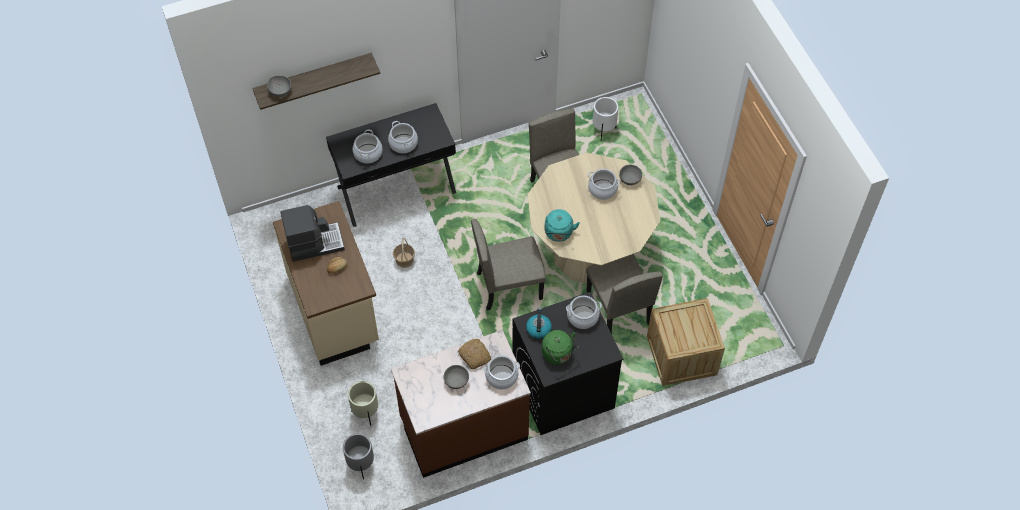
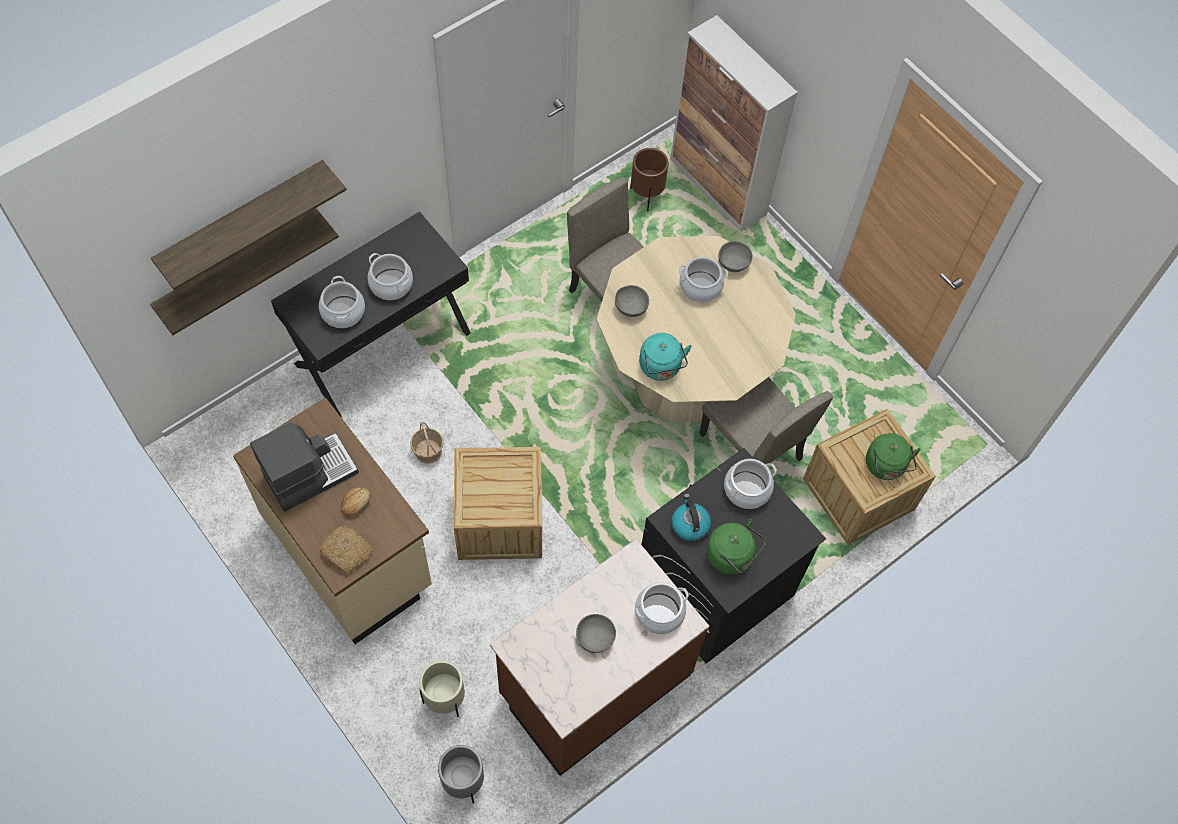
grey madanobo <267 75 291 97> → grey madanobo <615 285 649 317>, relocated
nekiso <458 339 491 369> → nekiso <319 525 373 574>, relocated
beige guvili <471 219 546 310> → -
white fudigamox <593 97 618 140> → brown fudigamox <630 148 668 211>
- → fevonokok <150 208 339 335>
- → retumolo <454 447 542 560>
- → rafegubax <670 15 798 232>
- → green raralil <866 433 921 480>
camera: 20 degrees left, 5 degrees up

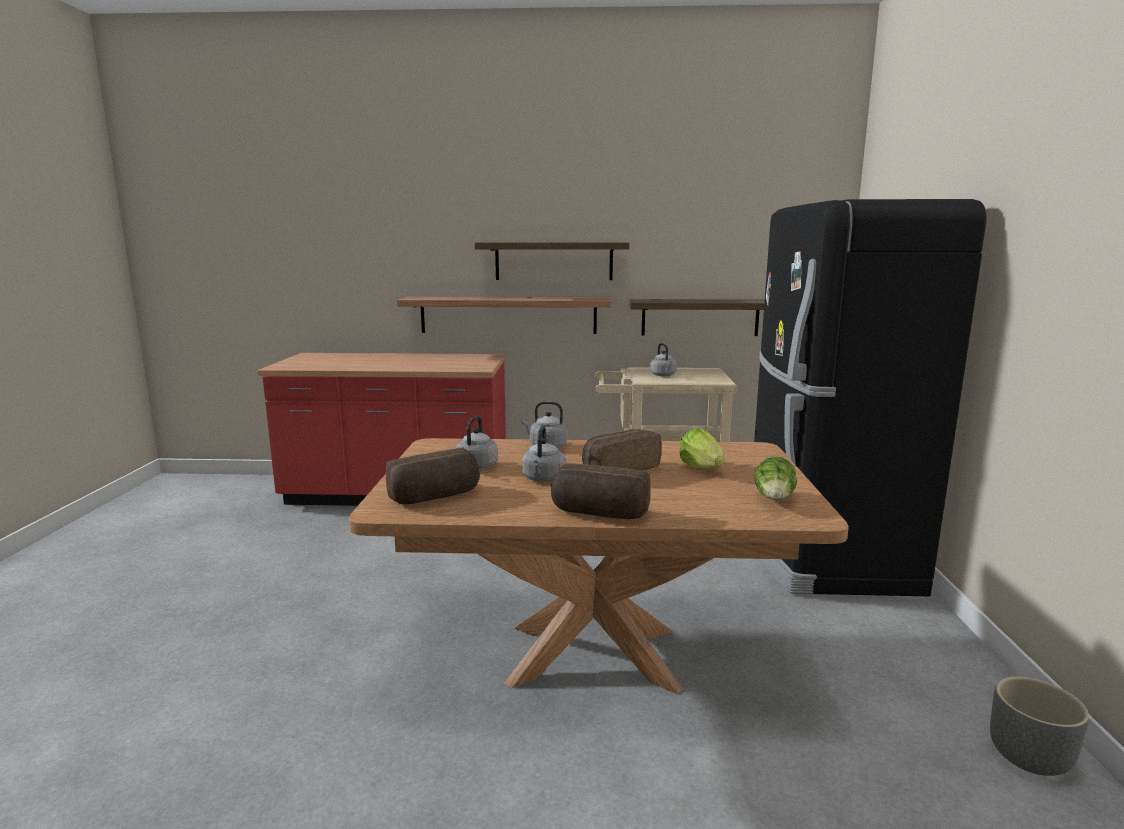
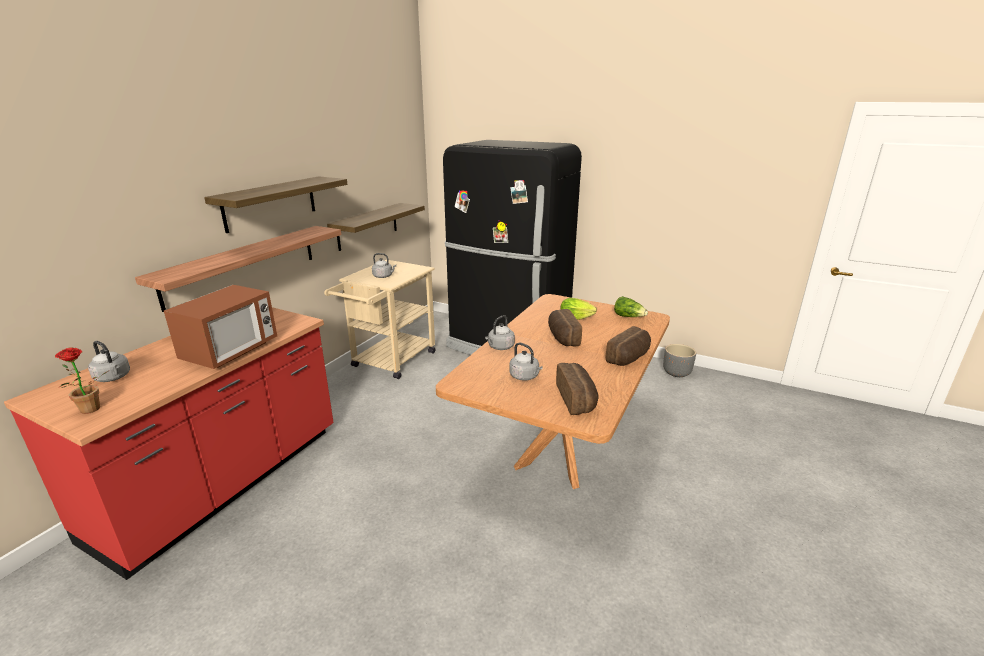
grey raralil <523 425 565 482> → grey raralil <88 341 130 382>, relocated
- → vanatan <55 347 108 414>
- → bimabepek <164 285 277 369>
camera: 65 degrees left, 10 degrees up

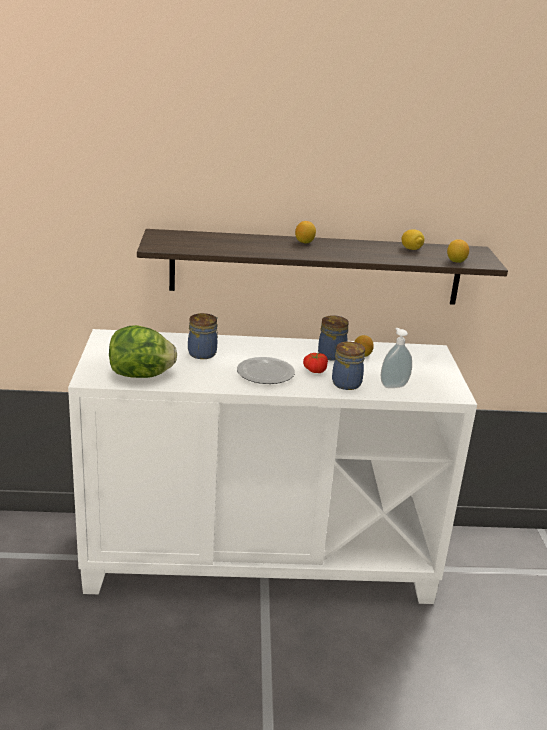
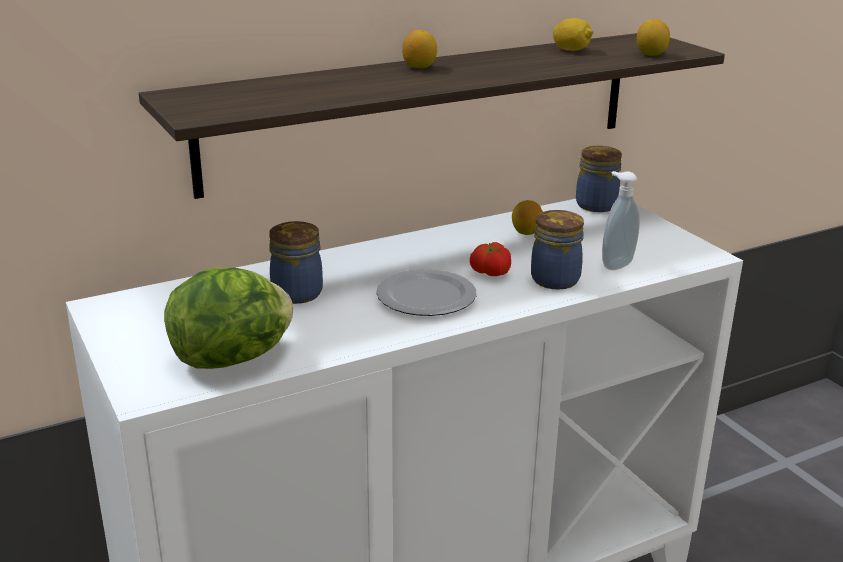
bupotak <318 315 349 361> → bupotak <576 146 622 212>, relocated
camera: 25 degrees left, 0 degrees up

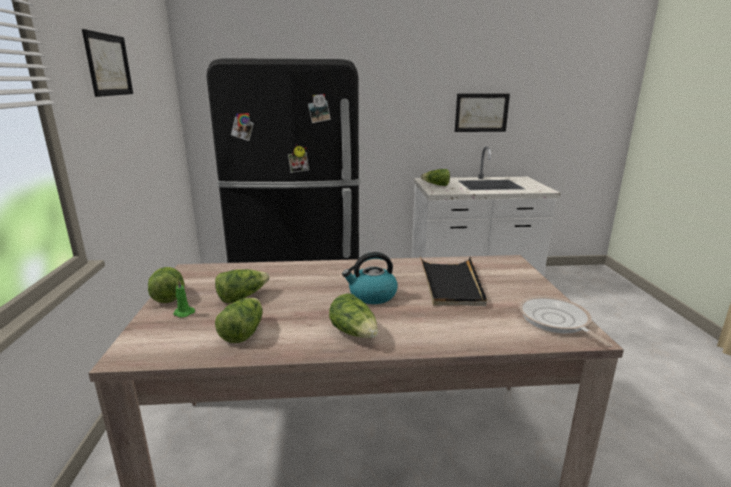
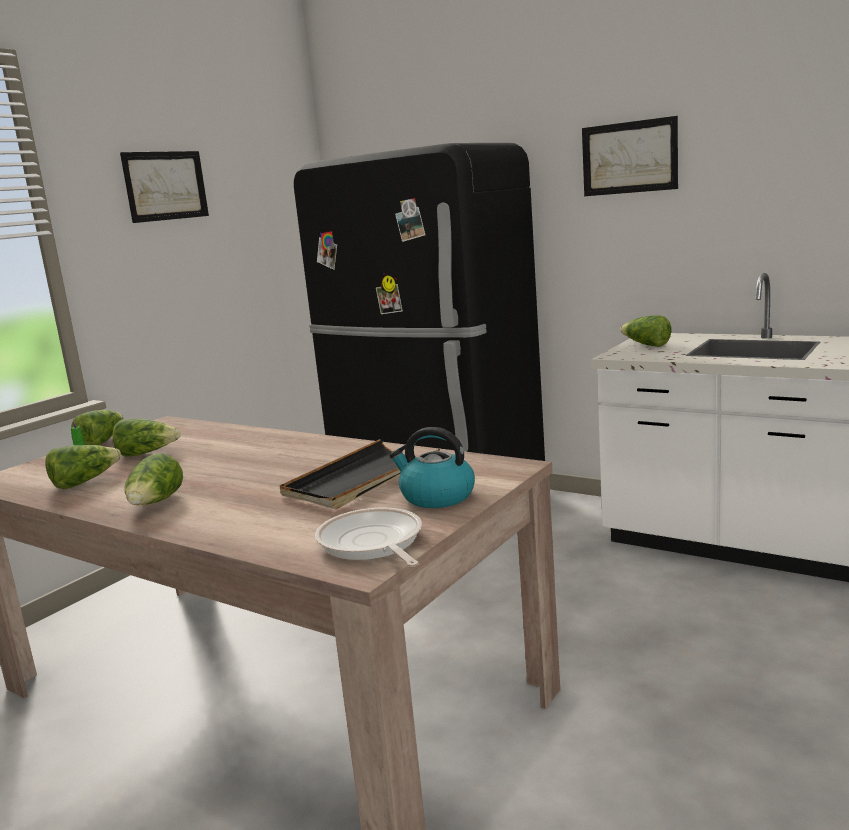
raralil <342 252 398 304> → raralil <389 427 475 508>, relocated
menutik <455 94 510 132> → menutik <582 116 678 196>, relocated
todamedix <519 296 613 347> → todamedix <315 508 422 567>, 45 degrees counterclockwise
camera: 40 degrees right, 5 degrees down

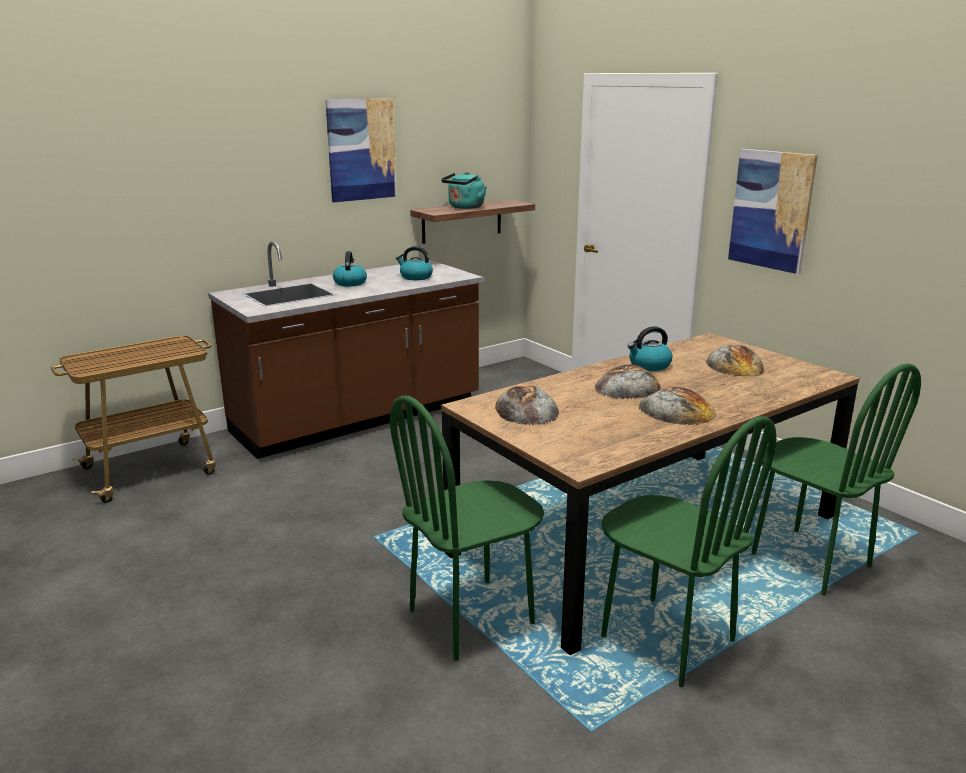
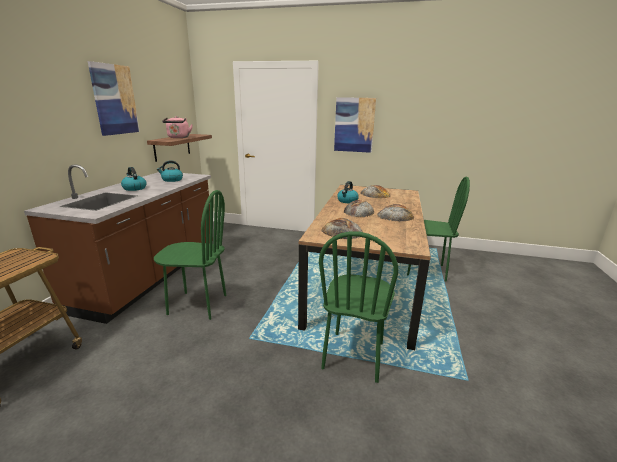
turquoise raralil <441 172 486 209> → pink raralil <162 116 193 138>
green guvili <601 416 777 687> → green guvili <154 190 226 320>, relocated
camera: 40 degrees left, 0 degrees up

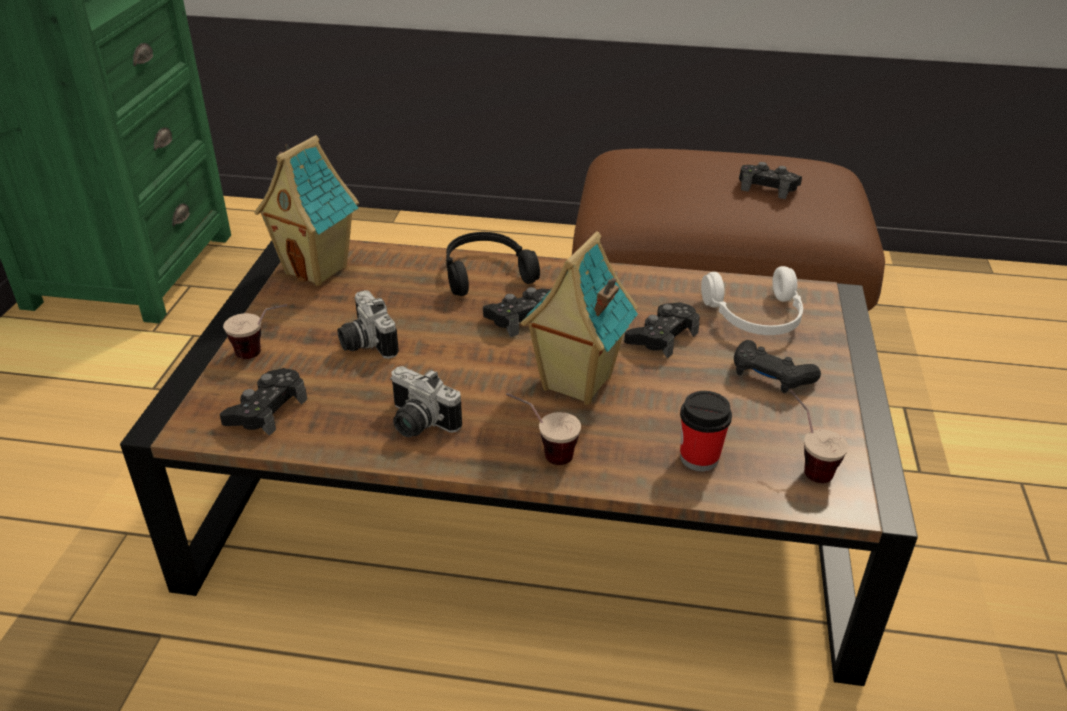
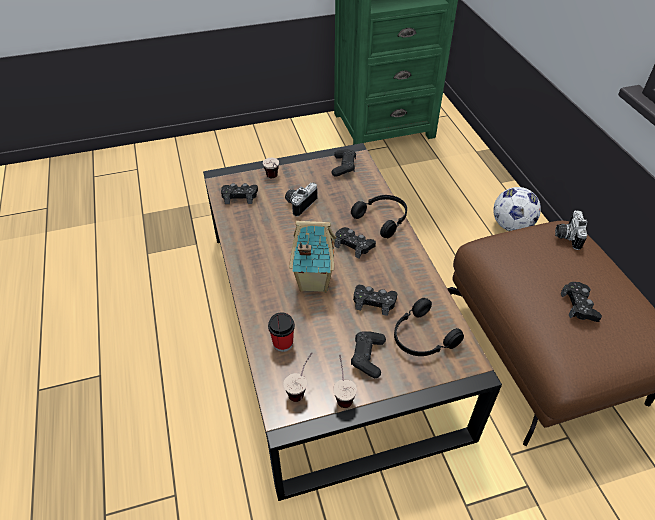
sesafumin <254 135 359 286> → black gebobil <332 149 356 177>
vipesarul <390 366 462 437> → vipesarul <555 210 587 250>, relocated
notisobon <506 393 581 465> → notisobon <333 354 357 408>, relocated
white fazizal <701 266 803 335> → black fazizal <394 298 464 356>
- → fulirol <493 187 541 231>
camera: 65 degrees right, 10 degrees up

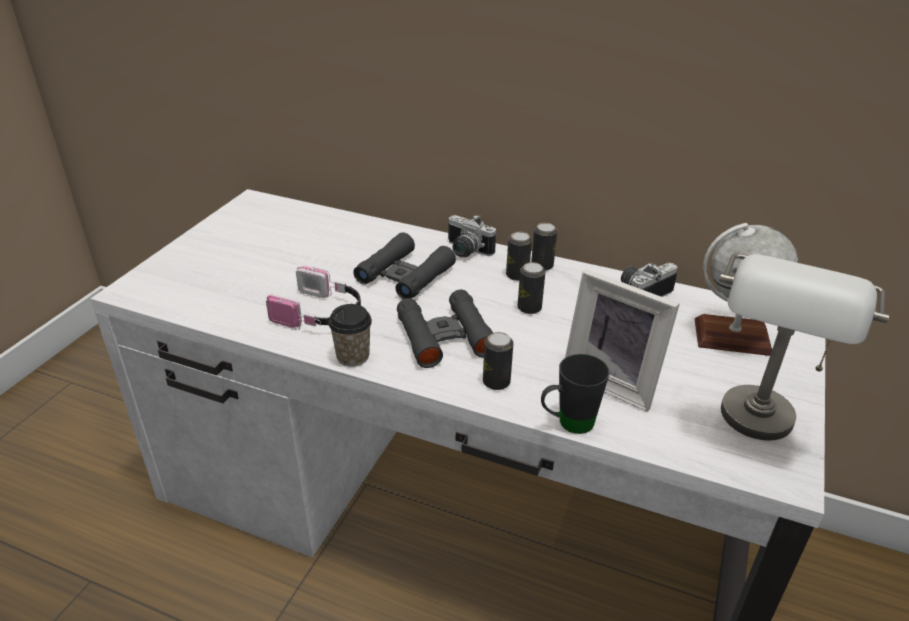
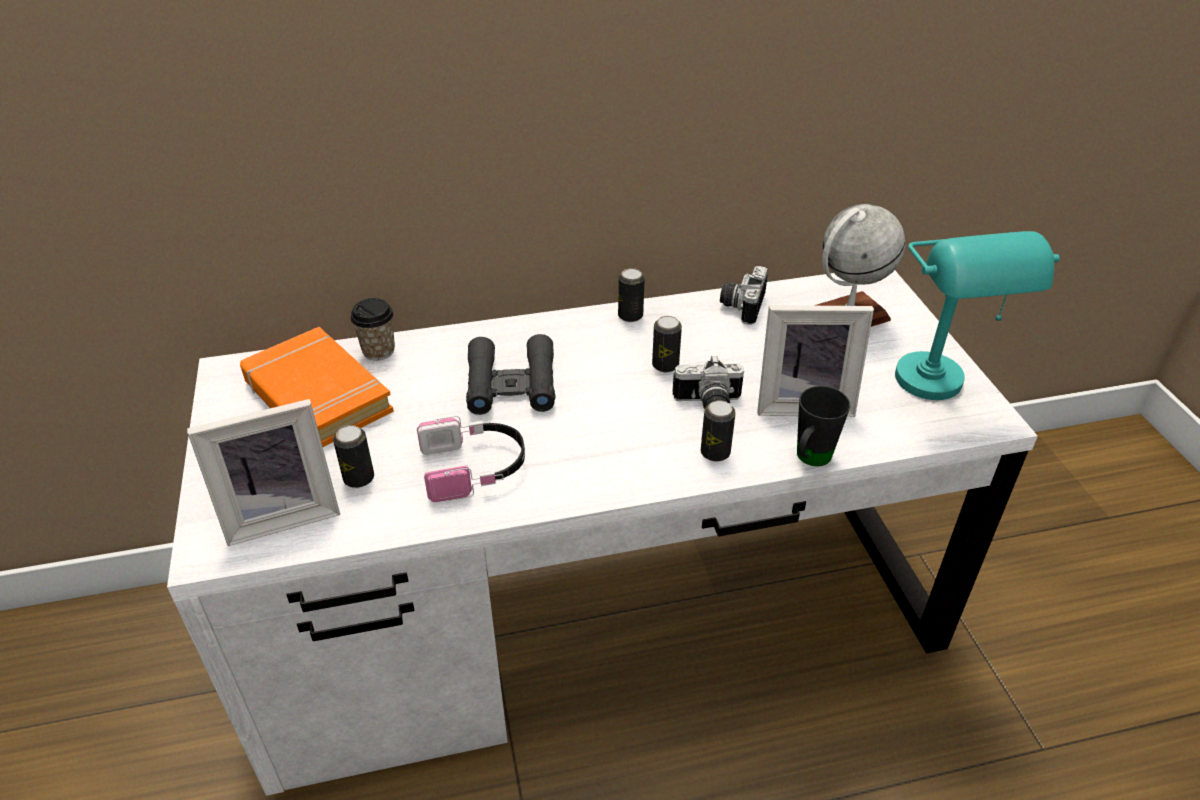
notisobon <328 304 372 367> → notisobon <350 298 395 360>, relocated
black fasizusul <397 290 493 368> → -
vipesarul <448 214 496 257> → vipesarul <672 356 744 409>, relocated
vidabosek <506 232 532 281> → vidabosek <333 425 374 488>, relocated
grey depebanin <719 253 889 441> → turquoise depebanin <895 231 1060 400>
- → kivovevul <187 399 340 546>
- → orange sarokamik <240 327 394 447>
camera: 35 degrees left, 5 degrees up

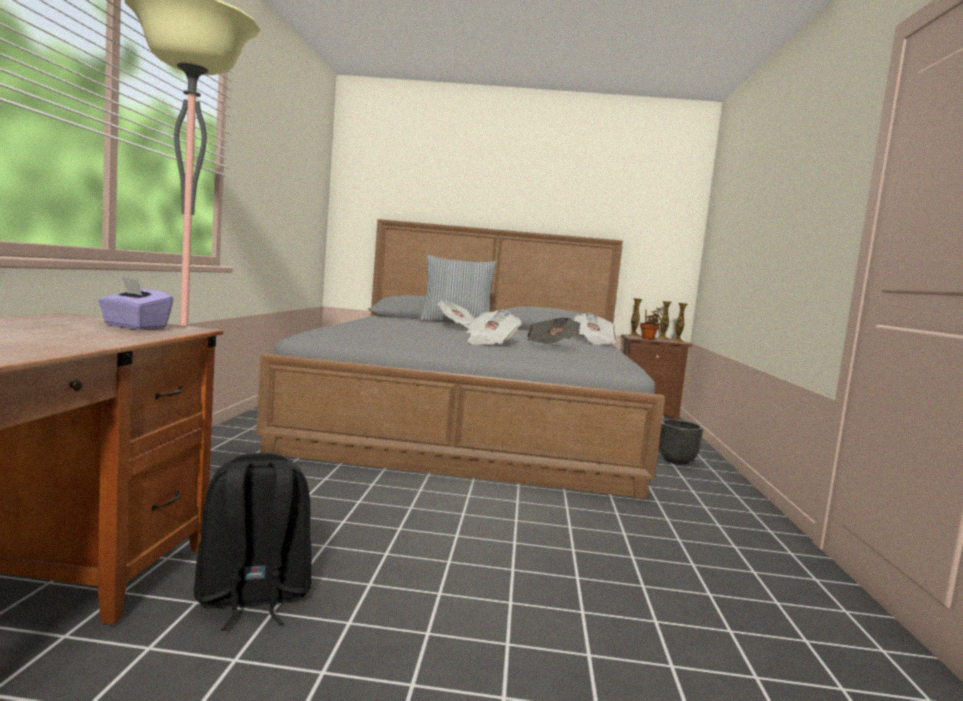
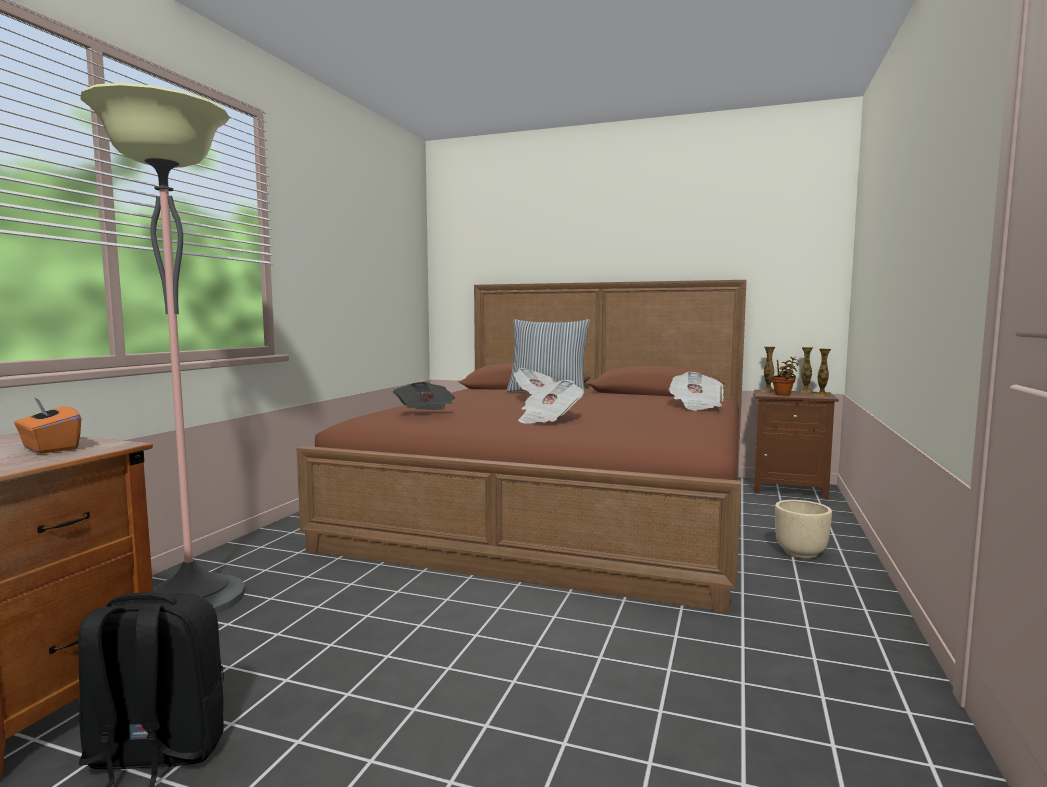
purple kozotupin <98 277 173 330> → orange kozotupin <14 397 81 454>
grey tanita <256 219 665 499> → brown tanita <297 280 747 613>
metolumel <527 318 580 344> → metolumel <393 382 455 410>, relocated
black fudigamox <659 419 703 465> → beige fudigamox <775 500 832 559>
camera: 15 degrees right, 0 degrees up

